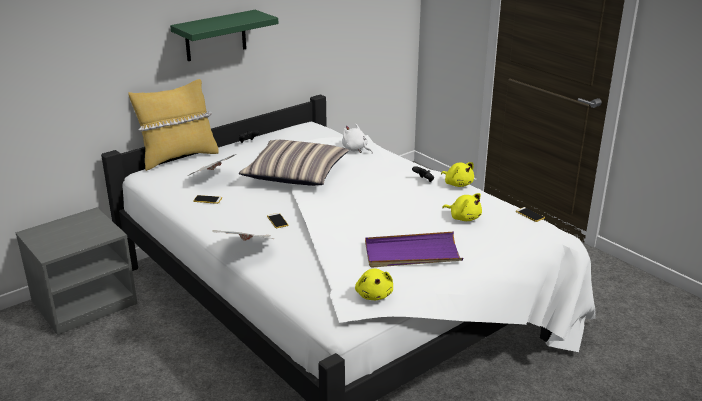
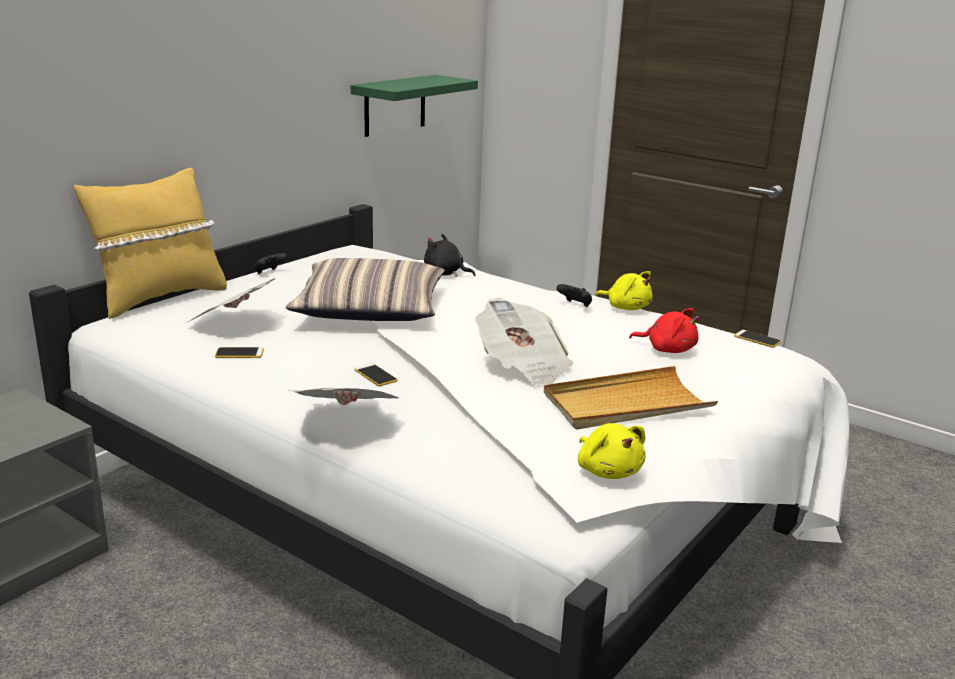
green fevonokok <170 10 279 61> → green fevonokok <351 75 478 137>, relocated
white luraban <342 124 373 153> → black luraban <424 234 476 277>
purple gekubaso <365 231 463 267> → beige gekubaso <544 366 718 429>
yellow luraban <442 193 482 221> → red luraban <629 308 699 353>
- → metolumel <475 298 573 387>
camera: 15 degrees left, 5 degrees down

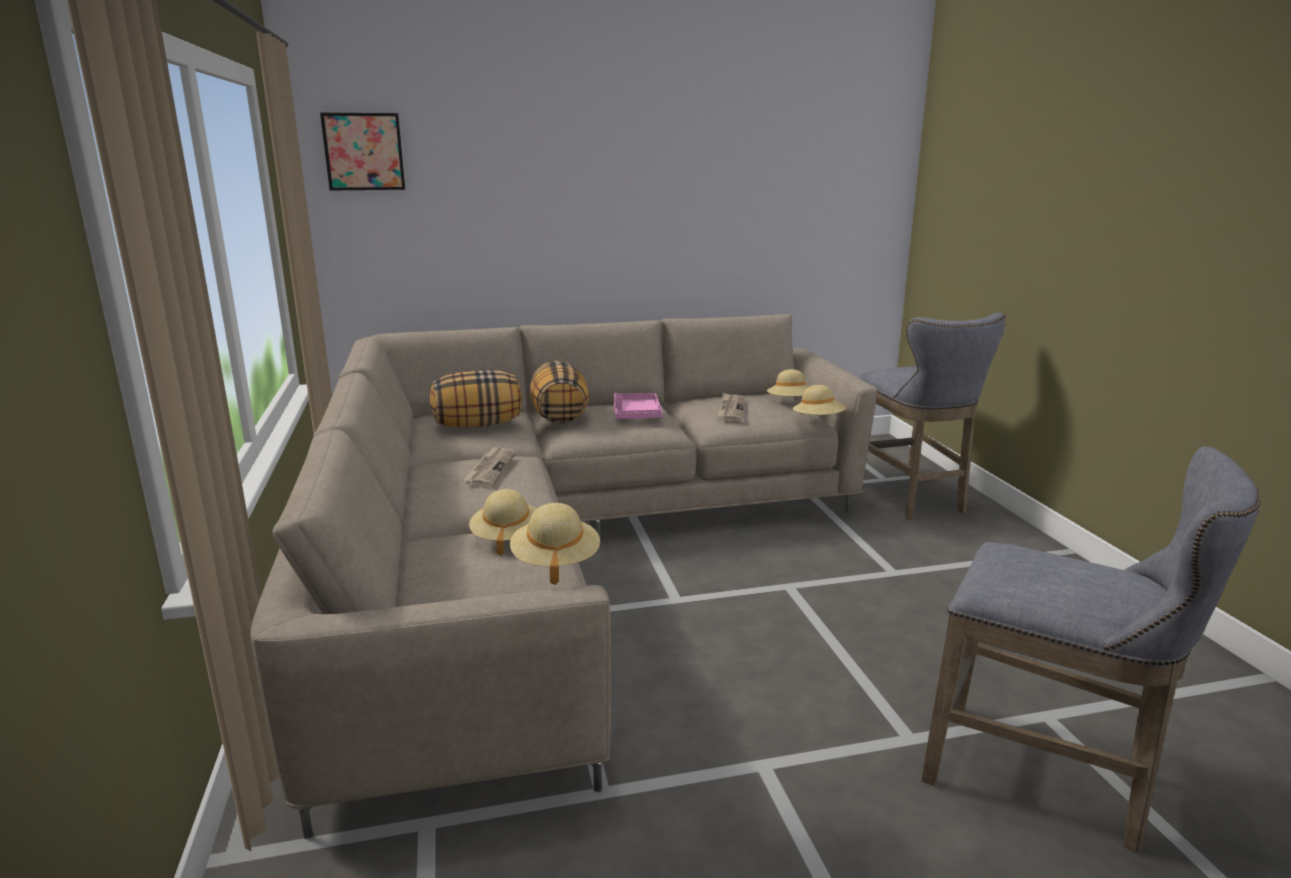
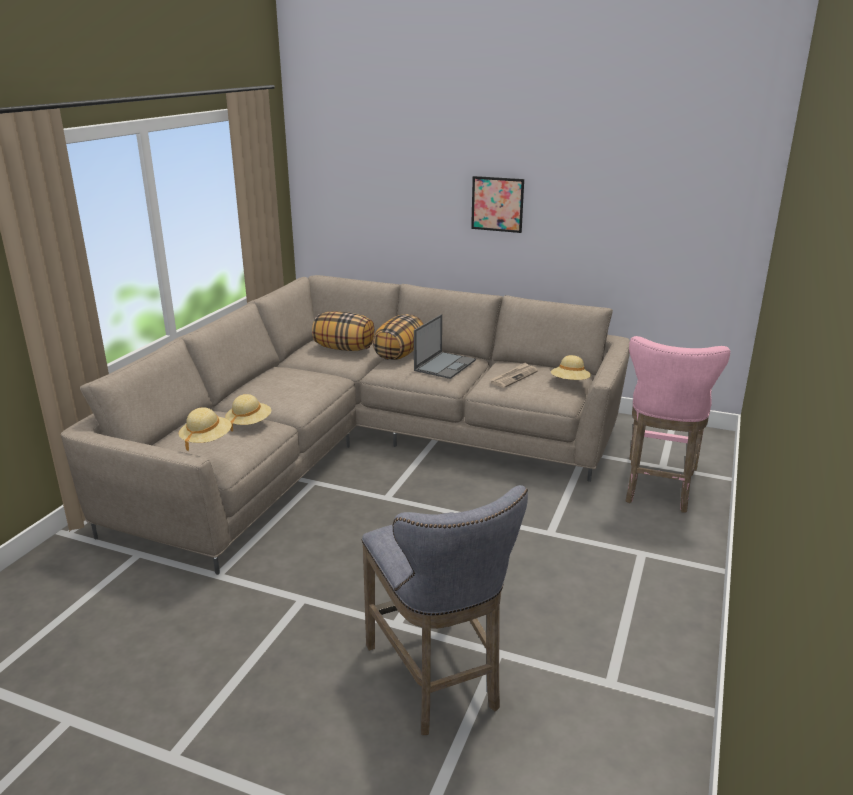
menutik <320 113 405 191> → menutik <471 176 524 233>, relocated
metolumel <462 445 515 487> → -
pink gekubaso <614 393 663 419> → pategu <414 314 476 379>
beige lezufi <792 385 846 415> → -
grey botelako <857 313 1006 520> → pink botelako <626 336 731 513>
camera: 35 degrees right, 5 degrees up

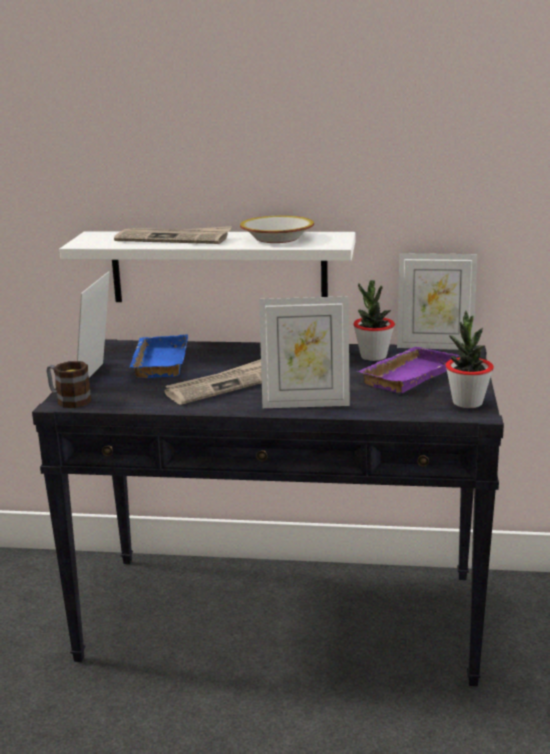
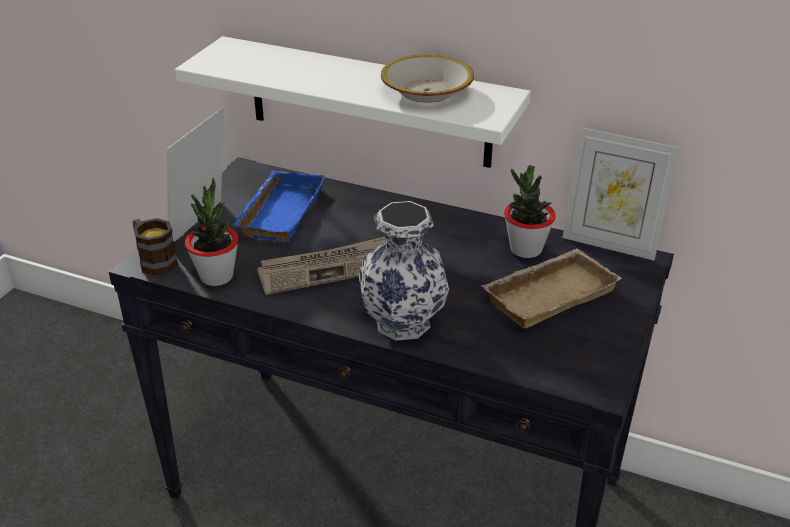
metolumel <114 226 232 244> → -
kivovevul <259 296 350 408> → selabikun <359 201 449 341>
purple gekubaso <357 347 459 393> → beige gekubaso <482 249 622 328>
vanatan <446 310 494 408> → vanatan <185 178 239 286>, relocated
camera: 15 degrees right, 15 degrees up

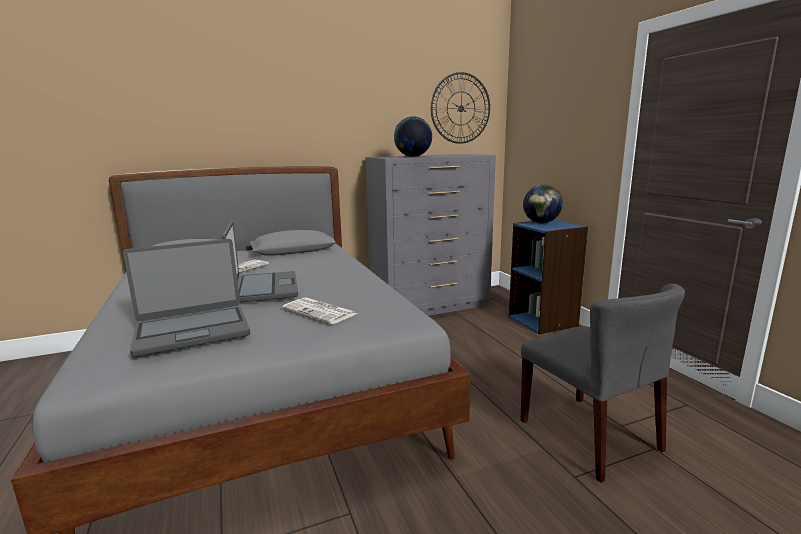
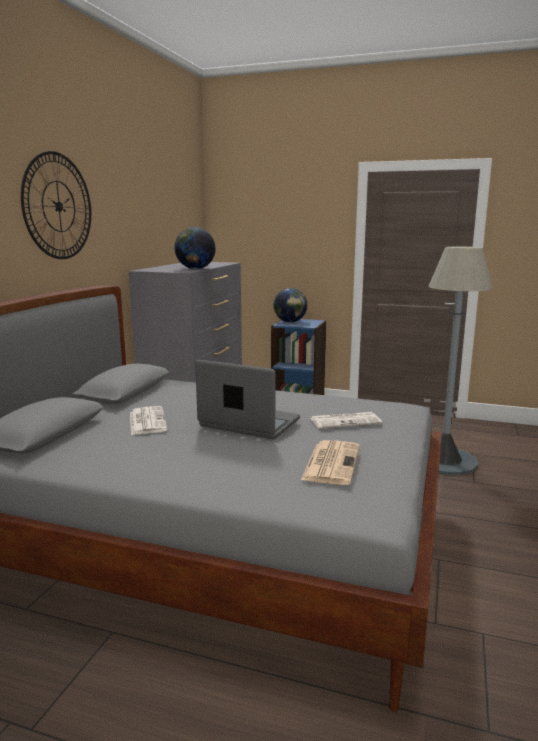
pategu <123 239 250 357> → metolumel <301 440 360 485>
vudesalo <431 72 490 144> → vudesalo <21 151 91 259>, relocated
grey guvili <521 284 685 483> → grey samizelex <428 247 493 475>
camera: 50 degrees left, 0 degrees up

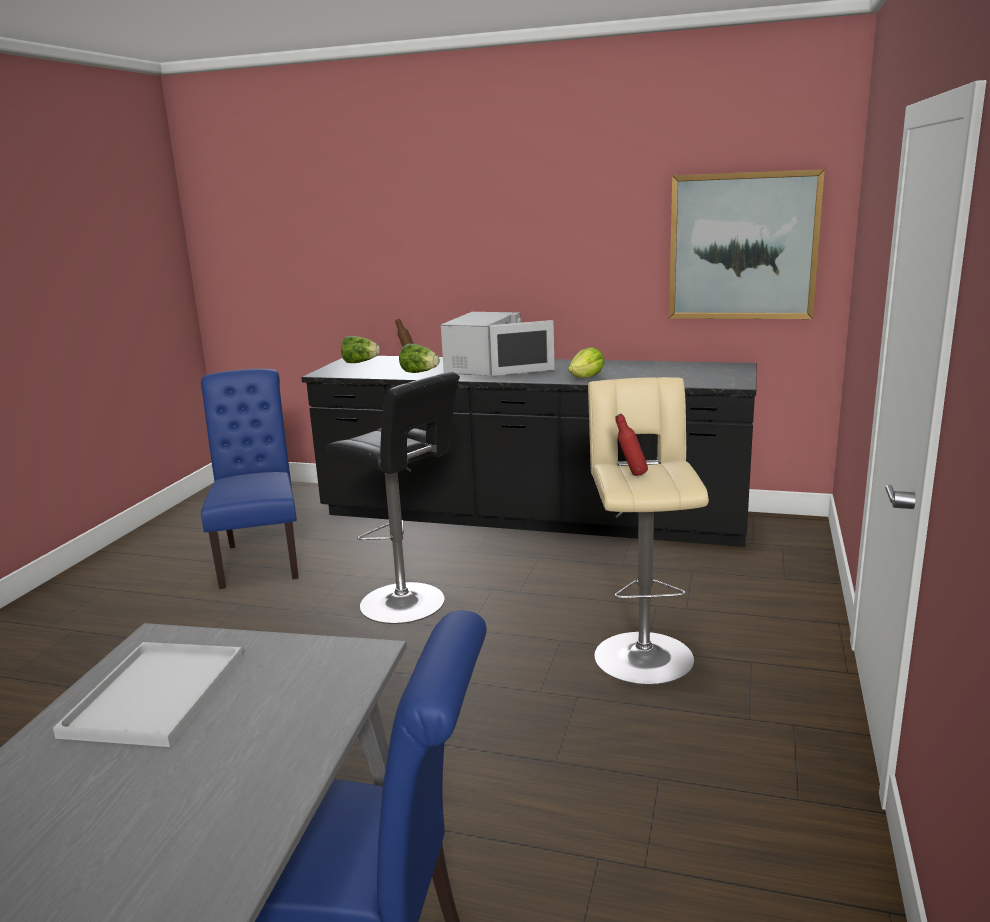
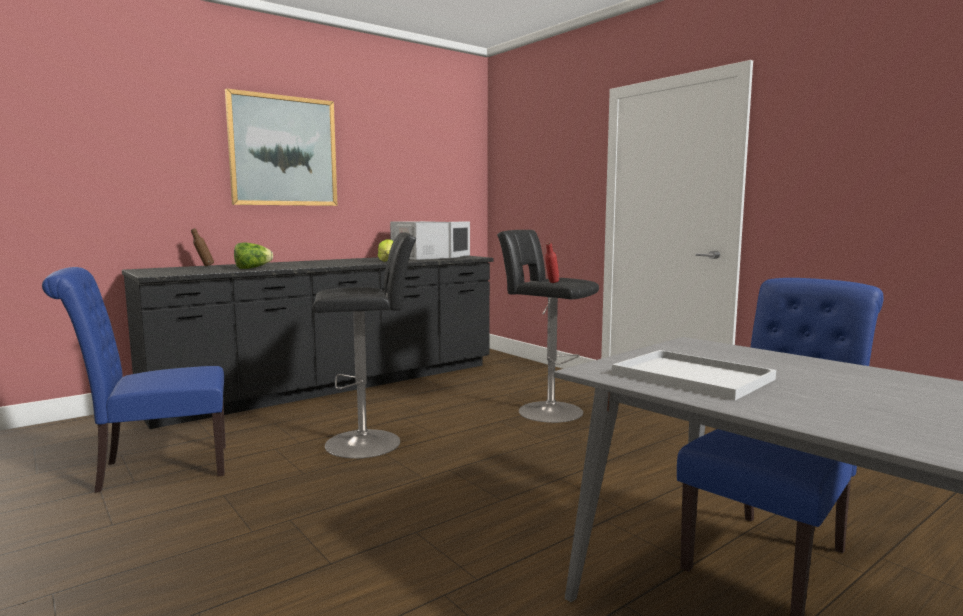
blue guvili <201 369 298 589> → blue guvili <42 267 226 493>, 45 degrees counterclockwise
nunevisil <341 336 380 363> → -
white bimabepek <441 312 555 376> → white bimabepek <390 221 470 260>, relocated
beige botelako <588 377 709 685> → black botelako <497 230 599 423>
menutik <669 169 825 319> → menutik <225 88 338 206>, relocated
camera: 55 degrees left, 10 degrees down

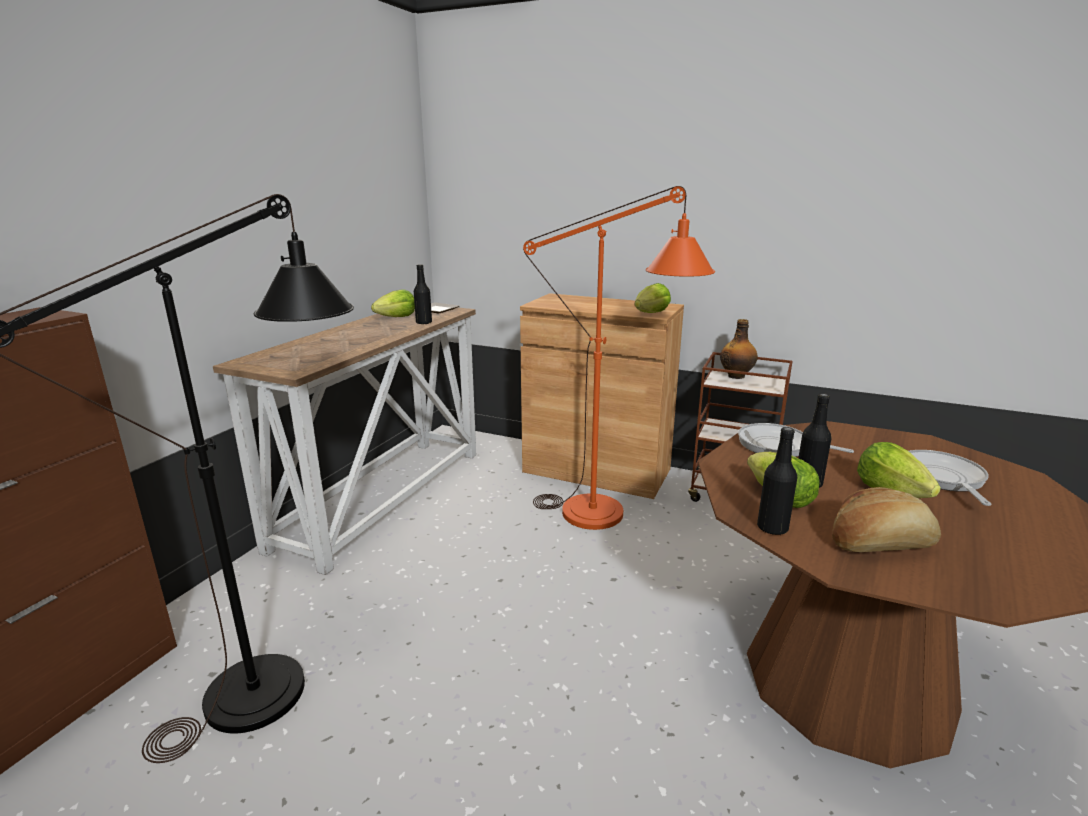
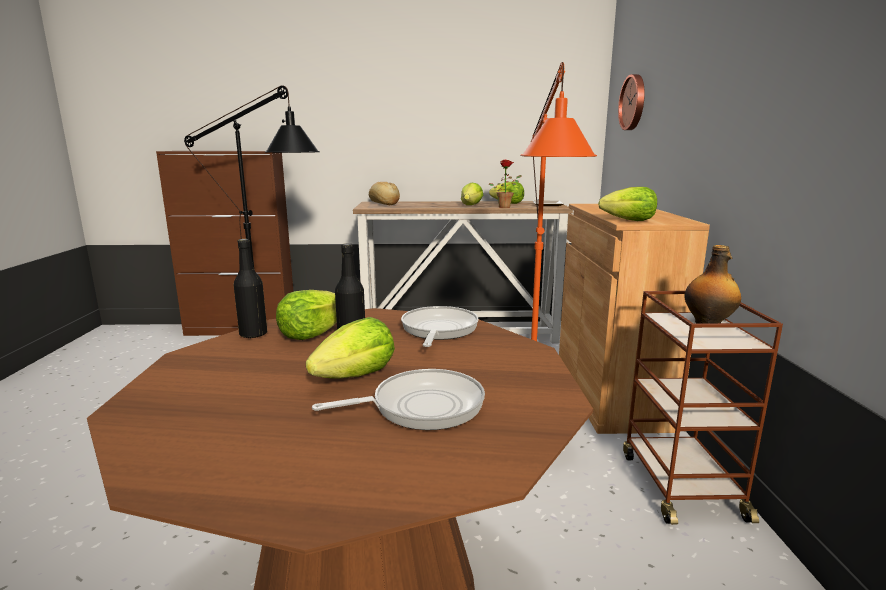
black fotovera <414 264 432 324> → vanatan <489 160 522 208>
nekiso <832 487 941 552> → nekiso <369 182 400 205>, relocated
- → nunevisil <461 182 483 205>
- → vudesalo <618 74 645 130>
camera: 65 degrees right, 5 degrees down

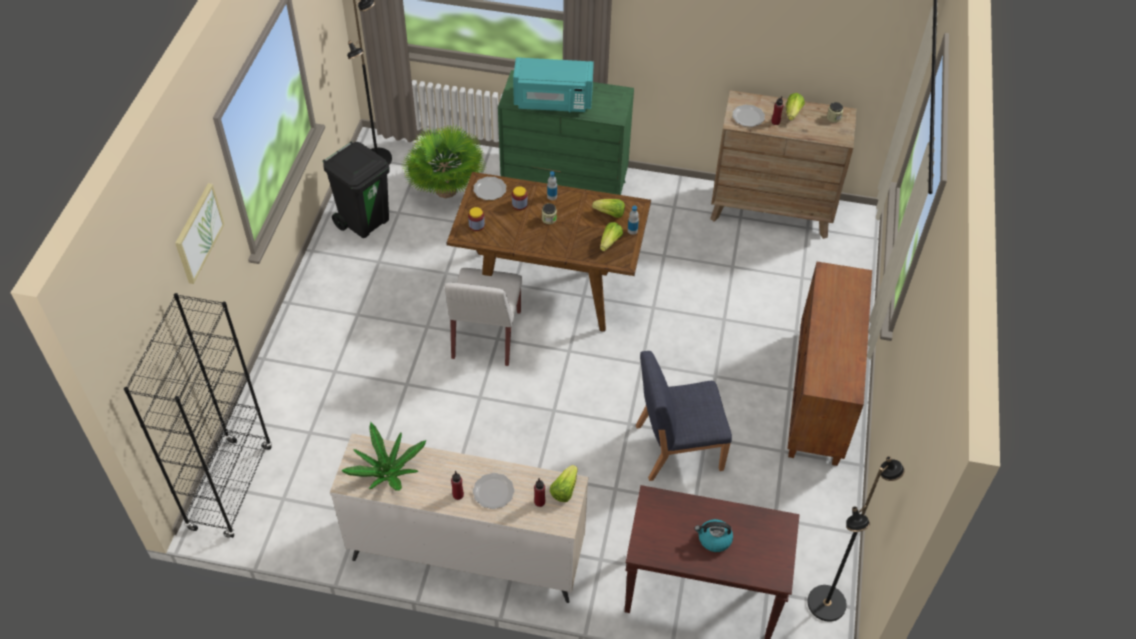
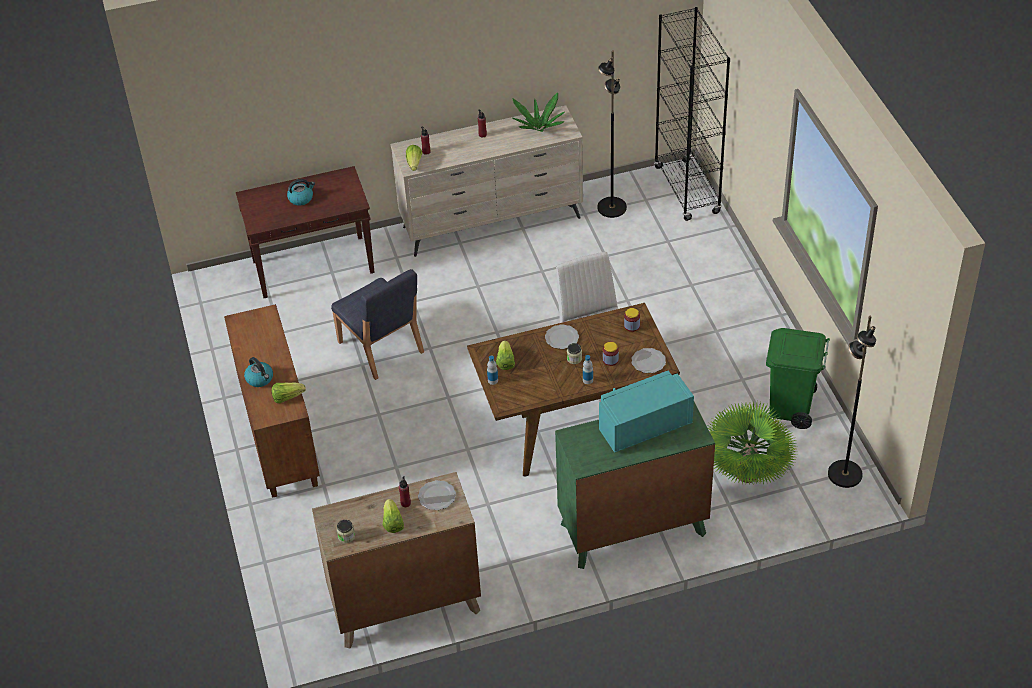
menutik <175 183 225 284> → -
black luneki <322 141 390 238> → green luneki <766 328 830 429>
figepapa <473 473 514 509> → figepapa <545 324 579 349>, relocated
nunevisil <592 199 625 218> → nunevisil <272 382 306 403>, relocated
blue guvili <636 351 732 481> → blue guvili <331 269 424 380>, 90 degrees clockwise
black samizelex <807 456 905 622> → black samizelex <597 50 627 218>, relocated
- → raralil <244 357 273 387>
camera: 155 degrees right, 5 degrees down

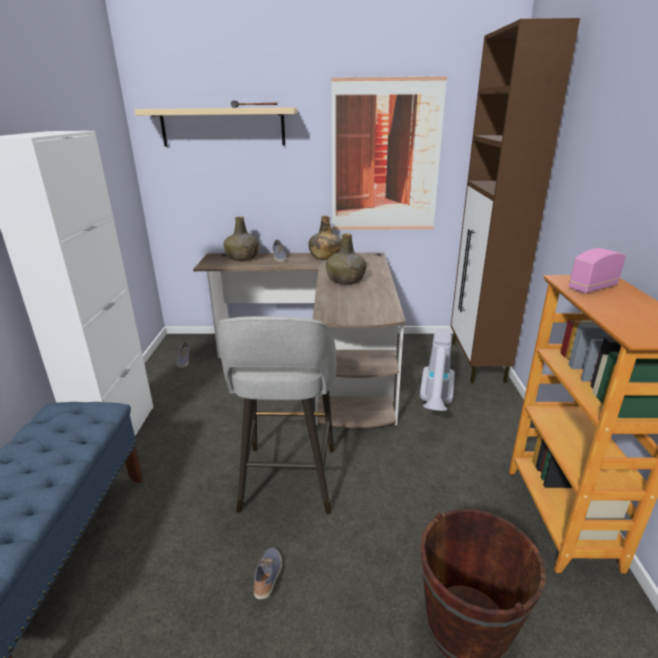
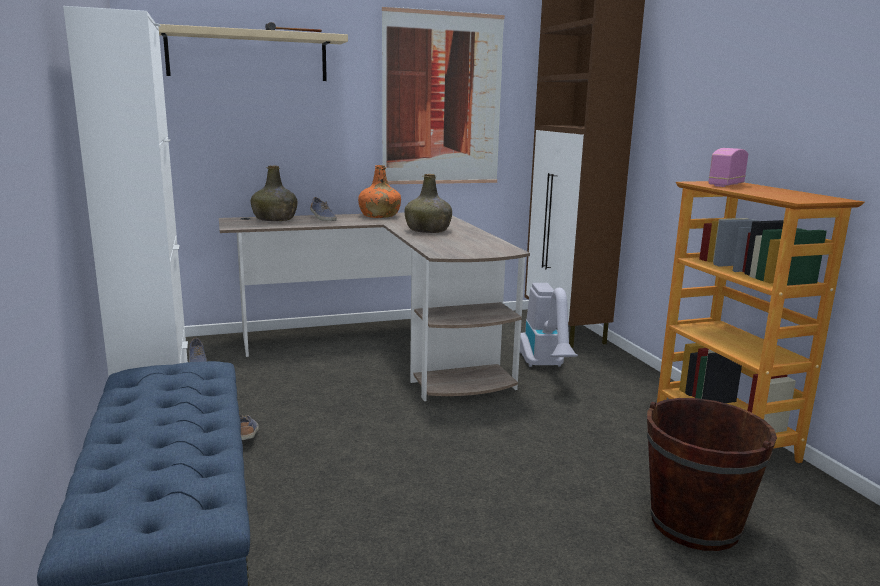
grey botelako <218 316 337 514> → -
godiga <254 547 282 600> → godiga <239 415 259 440>, relocated
green fotovera <308 216 342 260> → orange fotovera <358 165 401 218>
camera: 20 degrees left, 10 degrees down

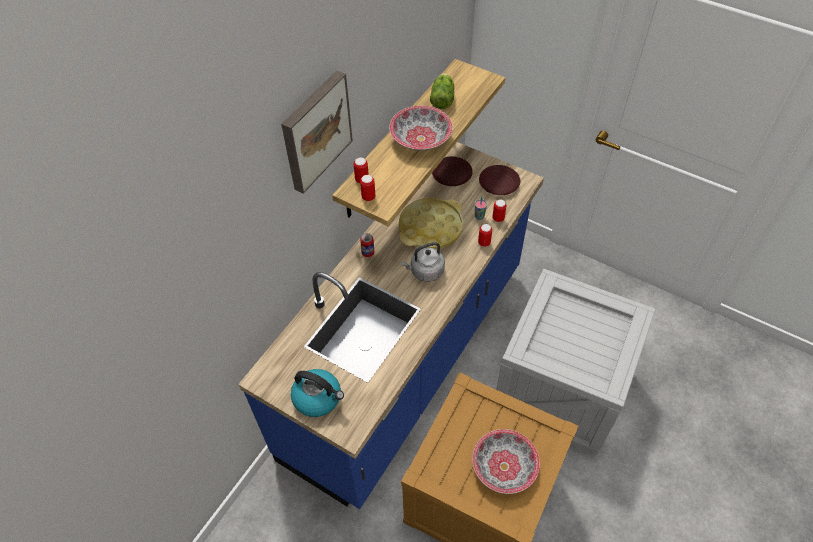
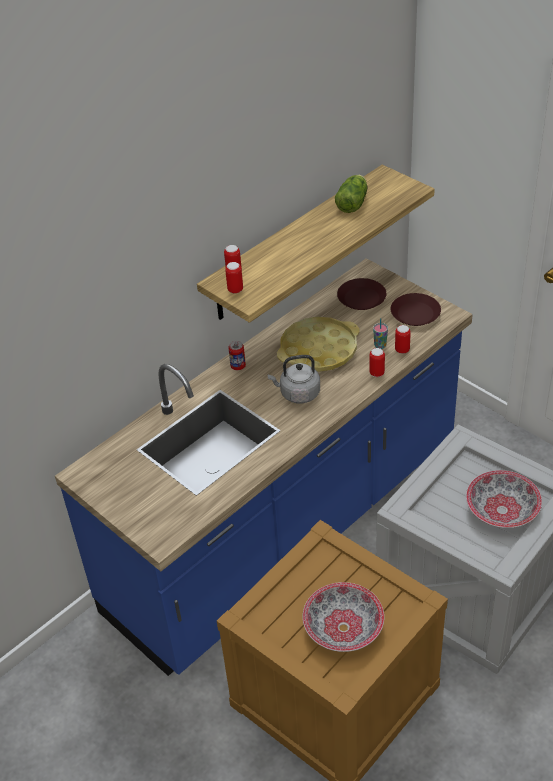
menutik <281 70 353 194> → -
raralil <291 369 344 417> → -
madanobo <389 106 453 151> → madanobo <466 470 542 528>, relocated
camera: 15 degrees right, 10 degrees down

